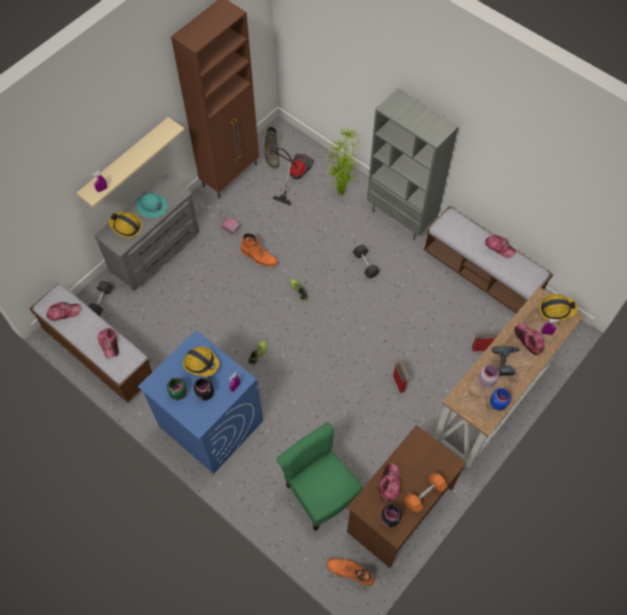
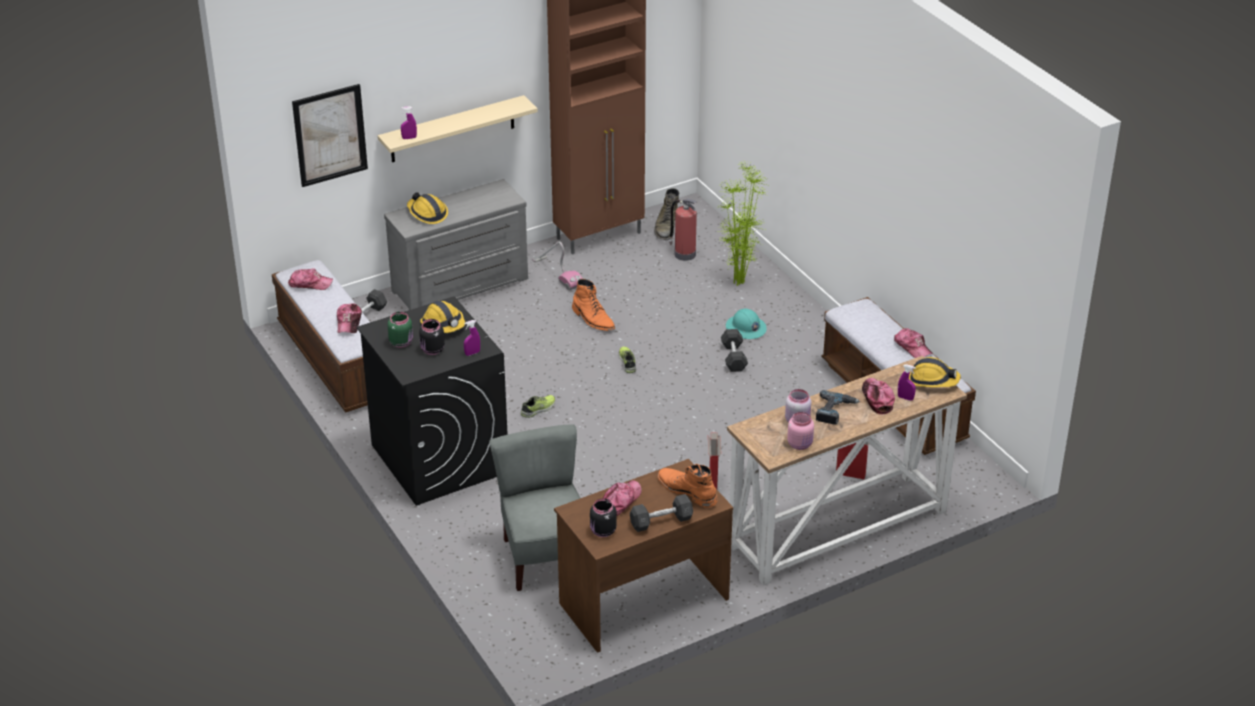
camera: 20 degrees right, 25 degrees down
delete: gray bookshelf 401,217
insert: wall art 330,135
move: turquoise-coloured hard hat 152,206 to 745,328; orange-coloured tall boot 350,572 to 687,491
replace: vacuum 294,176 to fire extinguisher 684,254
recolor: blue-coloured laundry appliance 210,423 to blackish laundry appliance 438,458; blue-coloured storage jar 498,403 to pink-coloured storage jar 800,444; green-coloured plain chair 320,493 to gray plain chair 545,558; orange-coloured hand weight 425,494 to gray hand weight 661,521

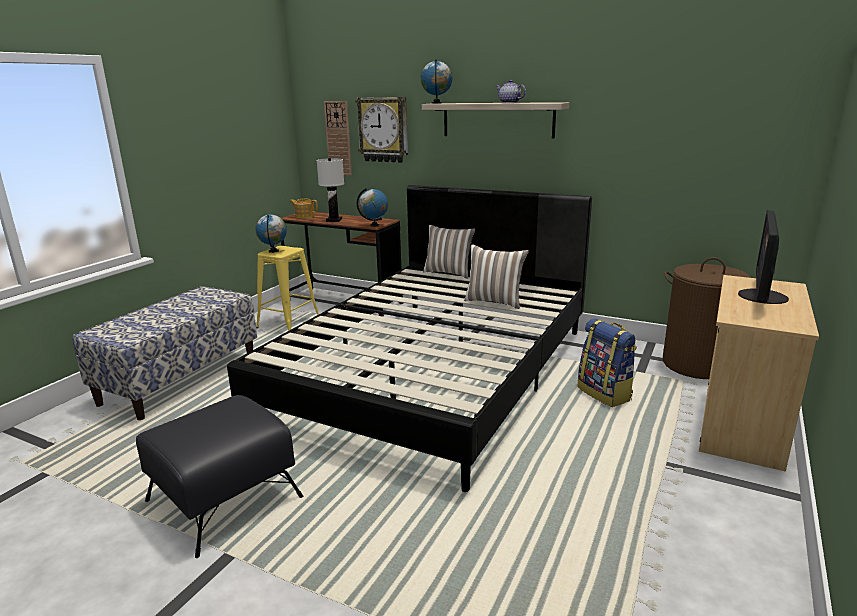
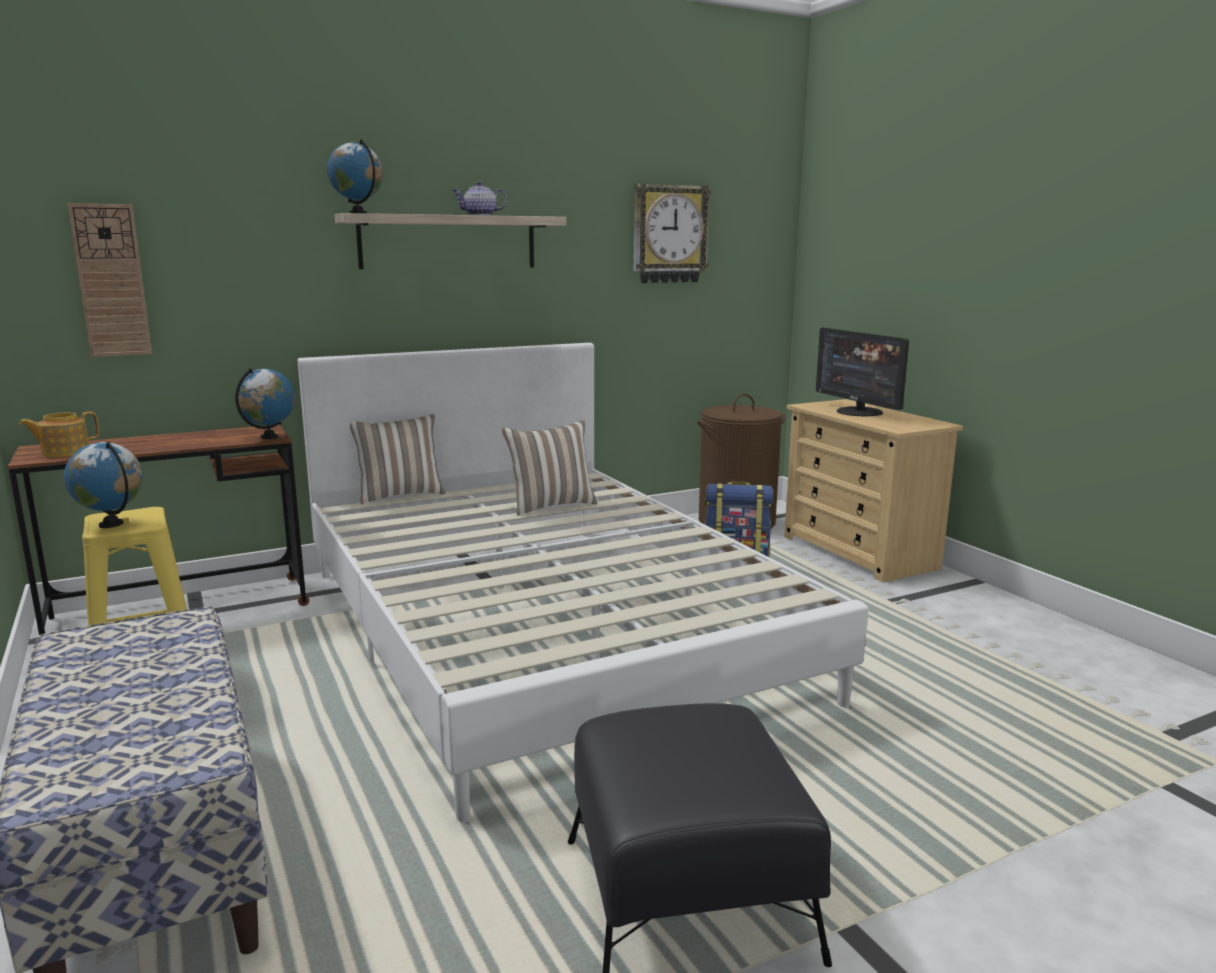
camera: 55 degrees left, 5 degrees down
delete: white table lamp 334,220
move: wall clock 383,129 to 669,234
recolor: blackish bedroom bed 434,371 to white bedroom bed 544,629

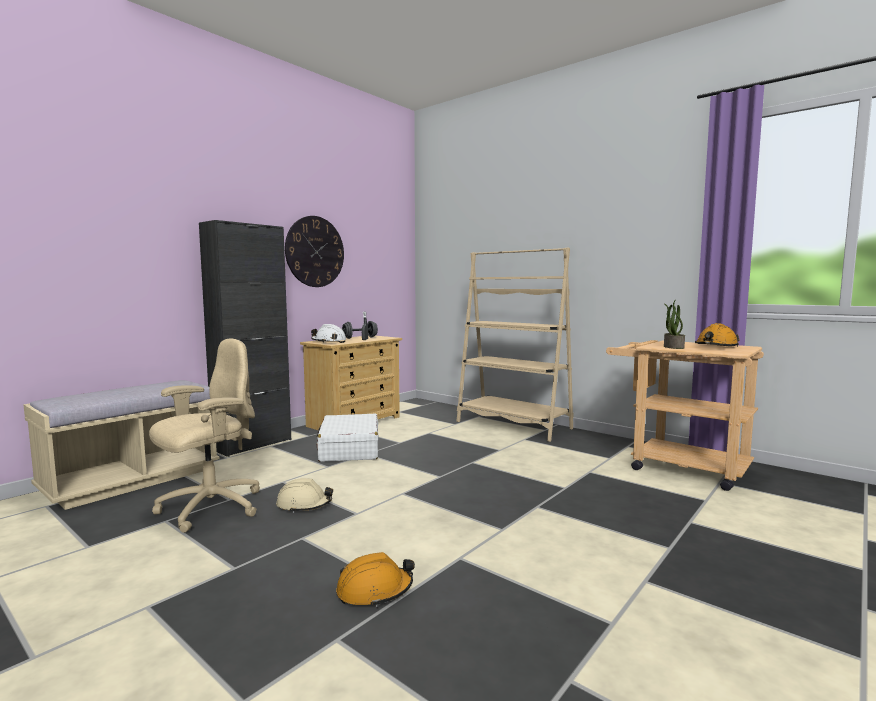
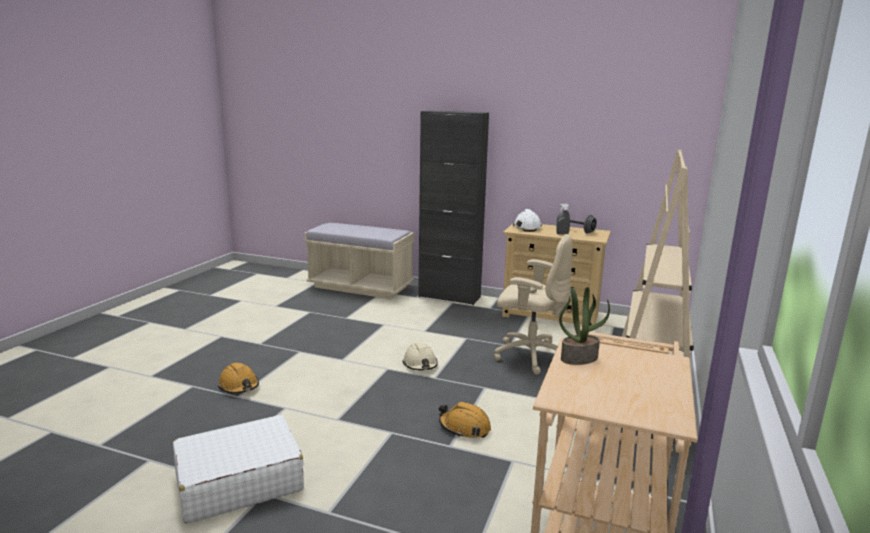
camera: 70 degrees right, 10 degrees up
delete: wall clock 315,251
move: orange-coloured hard hat 716,347 to 464,428; beige-coloured computer chair 209,508 to 529,355; white piece of luggage 349,449 to 238,482; beige-coloured hard hat 304,505 to 420,364

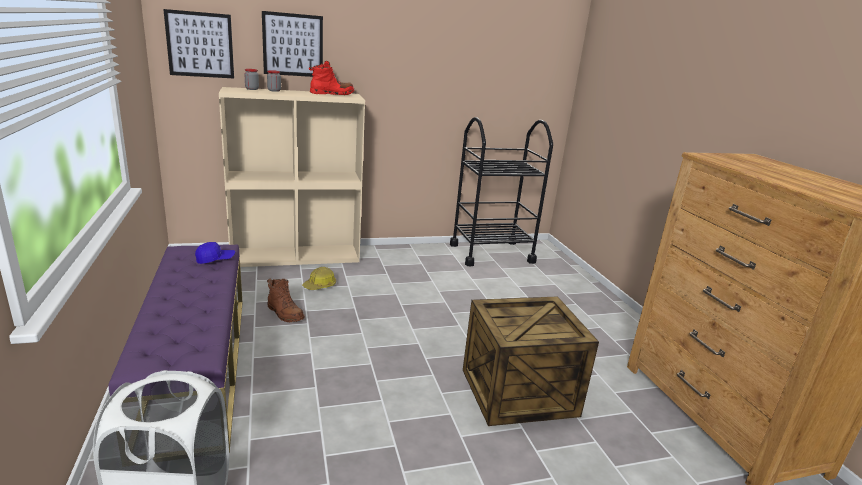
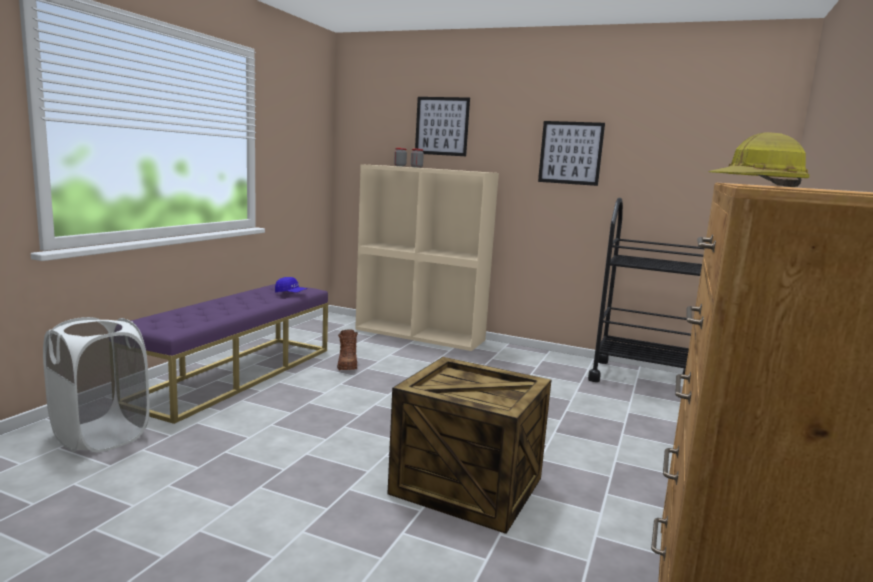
camera: 40 degrees right, 10 degrees down
delete: reddish tall boot 332,94
move: wall art 200,44 to 570,153; hard hat 320,285 to 758,185

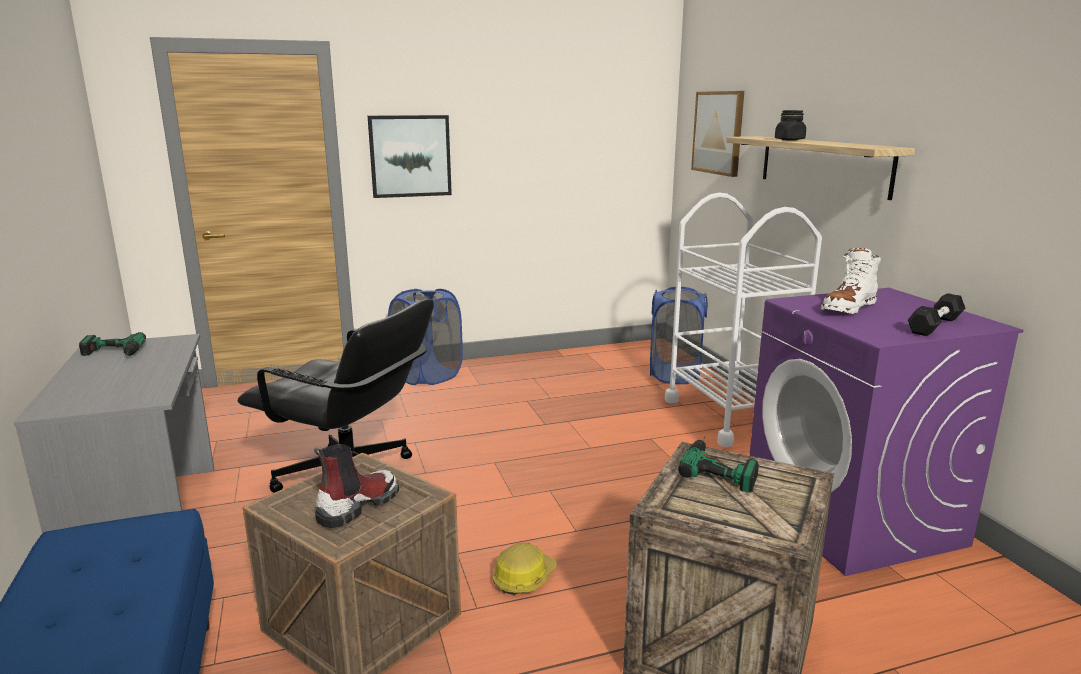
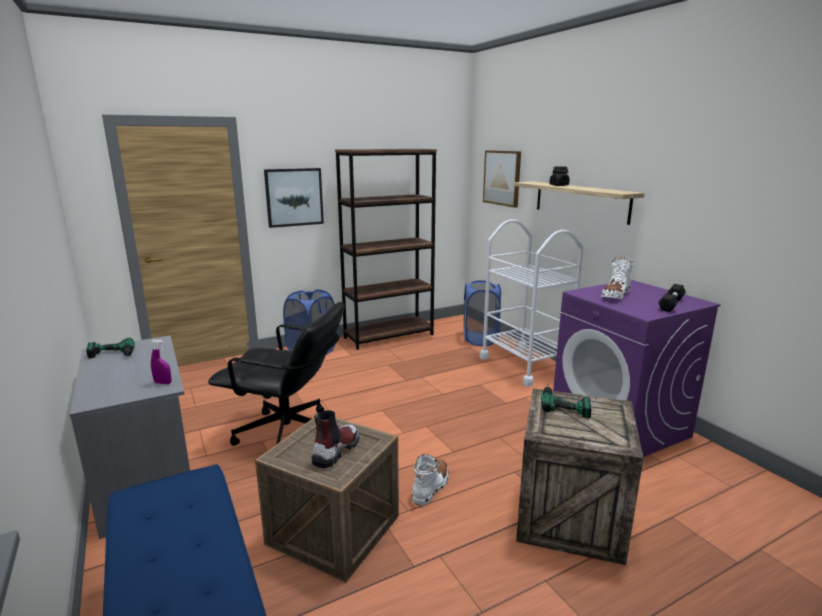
camera: 10 degrees left, 0 degrees up
insert: brown bookshelf 389,336; purplish hand sprayer 163,383
replace: hard hat 523,578 to white tall boot 431,487

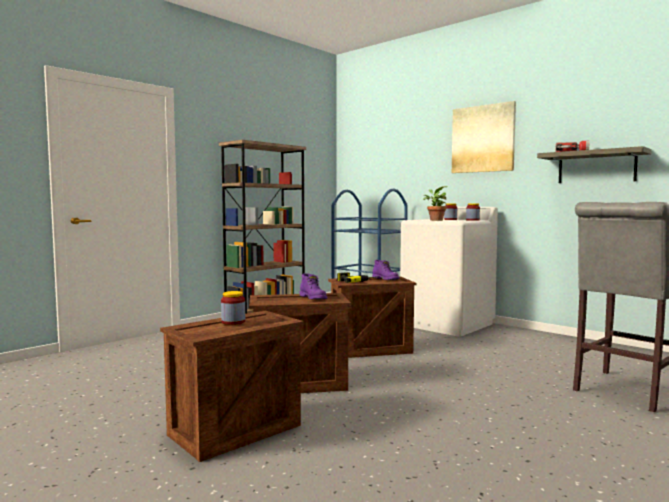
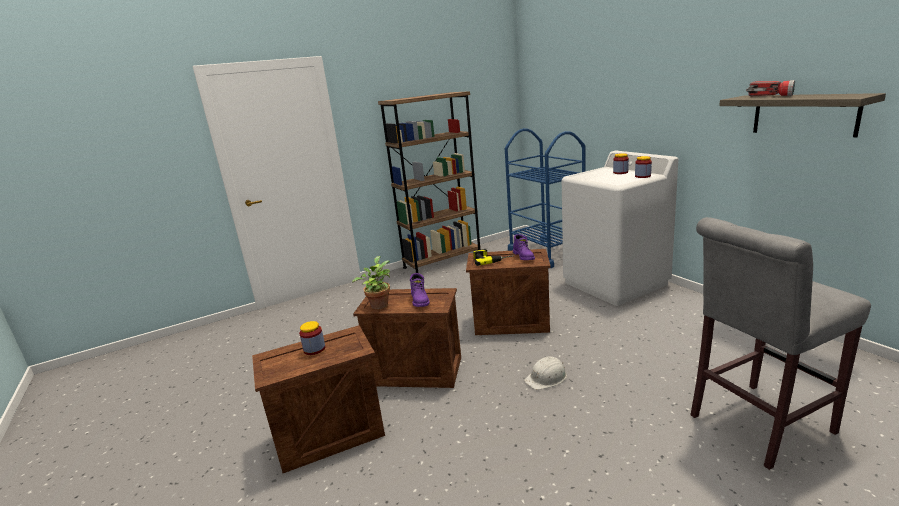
camera: 20 degrees right, 15 degrees up
delete: wall art 483,139
insert: white hard hat 546,378
move: houseplant 435,220 to 379,304

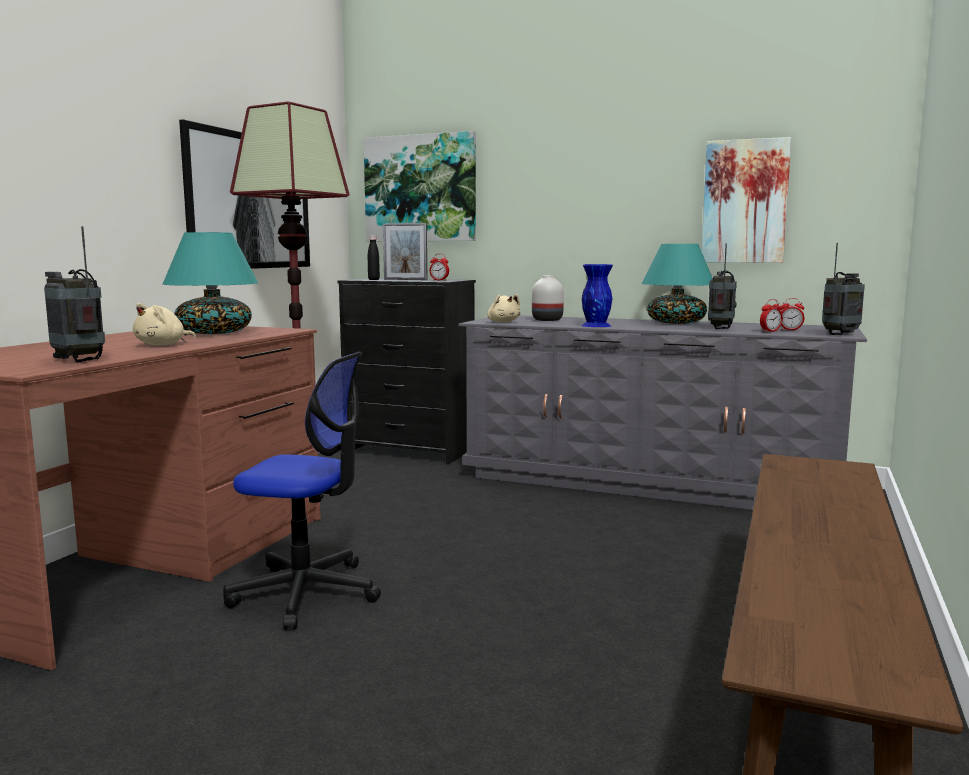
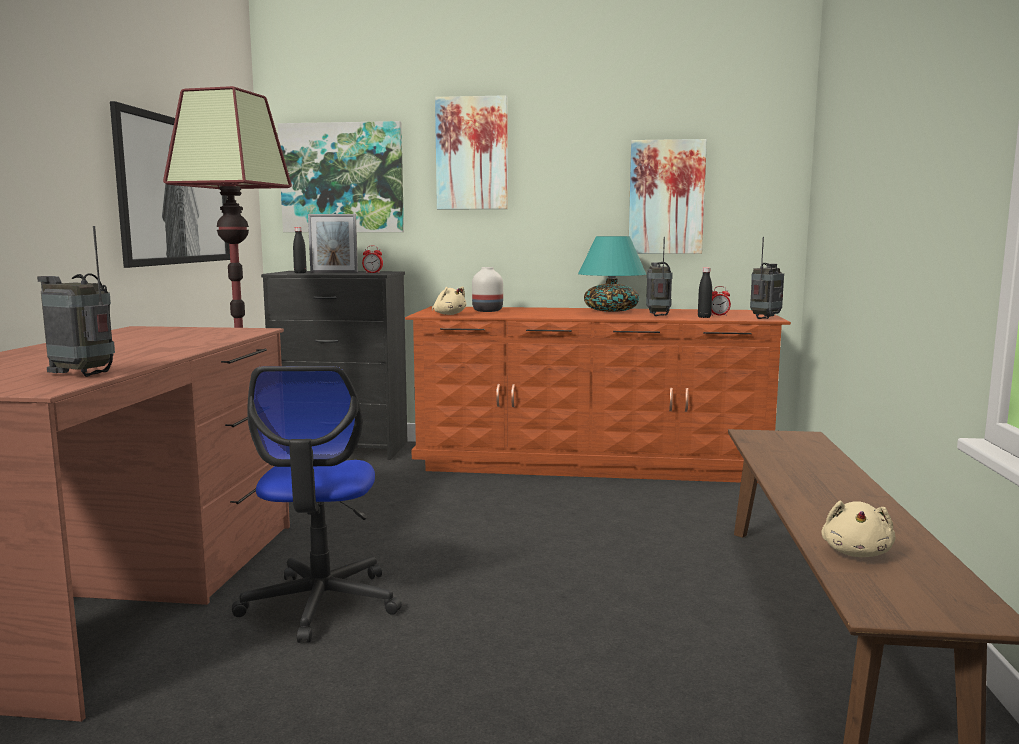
camera: 15 degrees left, 0 degrees up
delete: turquoise-coloured table lamp 214,333; blue-coloured flower vase 596,325
insert: wall art 472,153
move: beige-coloured plush toy 163,345 to 856,552
replace: table clock 770,331 to blackish bottle 704,317
recolor: gray drawer chest 647,481 to brown drawer chest 590,462
rotate: computer chair 306,593 = 321,604 90 degrees clockwise

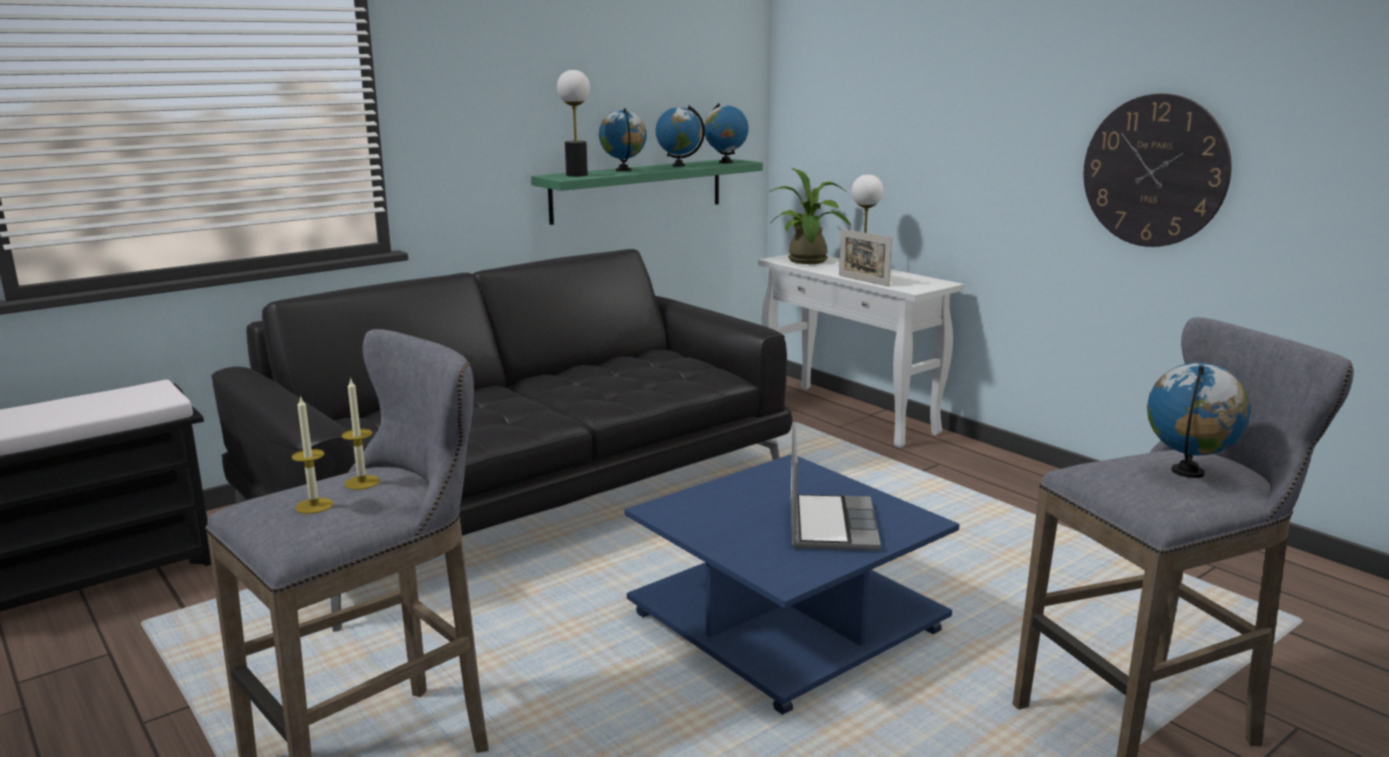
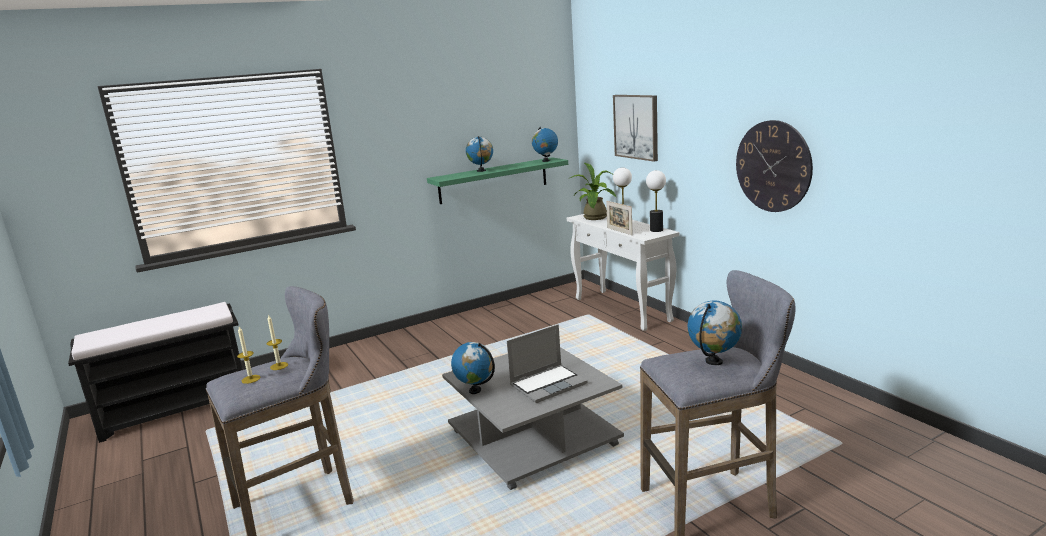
camera: 10 degrees right, 0 degrees up
delete: blackish sofa 527,496
insert: wall art 636,126
move: table lamp 577,175 to 656,230; globe 679,165 to 475,390
recolor: blue-coloured low table 786,622 to gray low table 534,437
rotate: portable computer 830,524 = 548,384 45 degrees clockwise

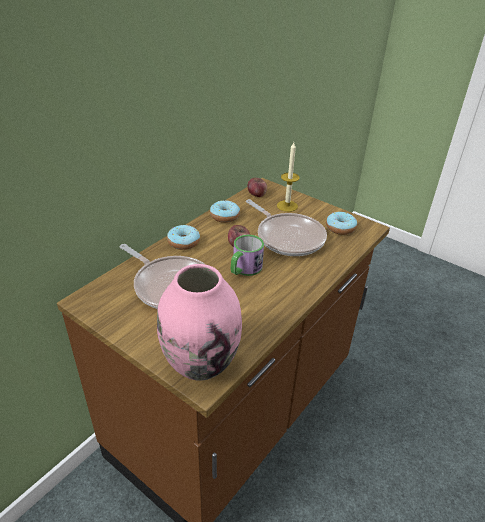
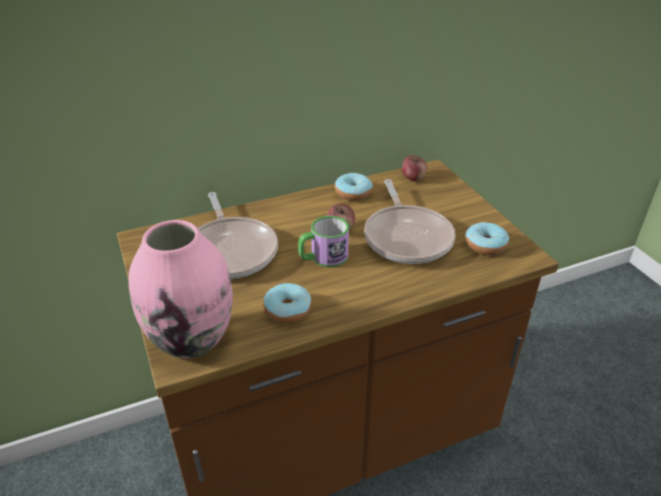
camera: 30 degrees right, 0 degrees up
delete: candle 287,206
move: donut 183,242 to 288,310

